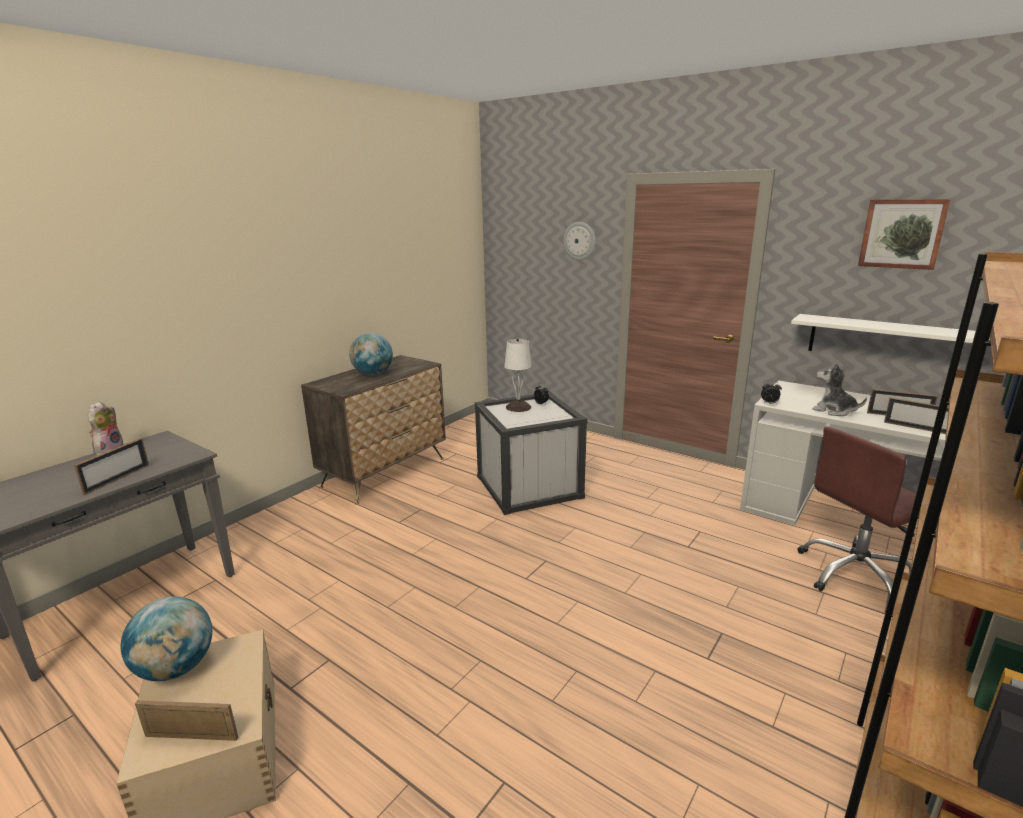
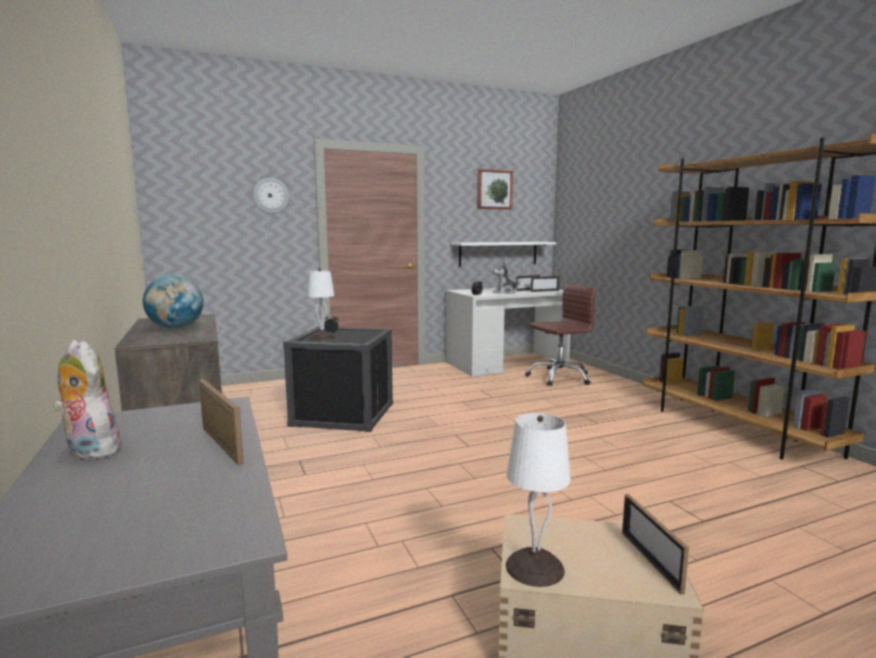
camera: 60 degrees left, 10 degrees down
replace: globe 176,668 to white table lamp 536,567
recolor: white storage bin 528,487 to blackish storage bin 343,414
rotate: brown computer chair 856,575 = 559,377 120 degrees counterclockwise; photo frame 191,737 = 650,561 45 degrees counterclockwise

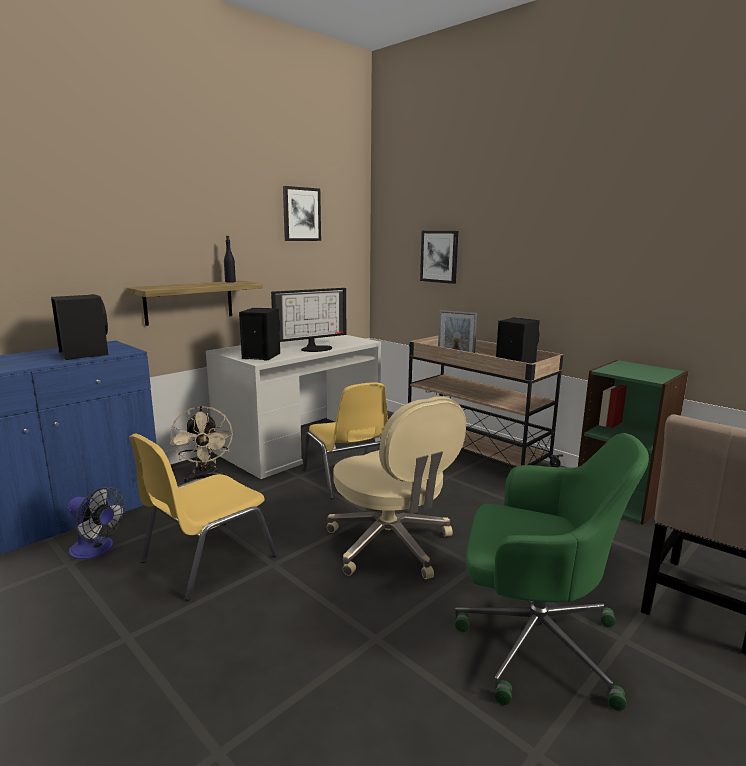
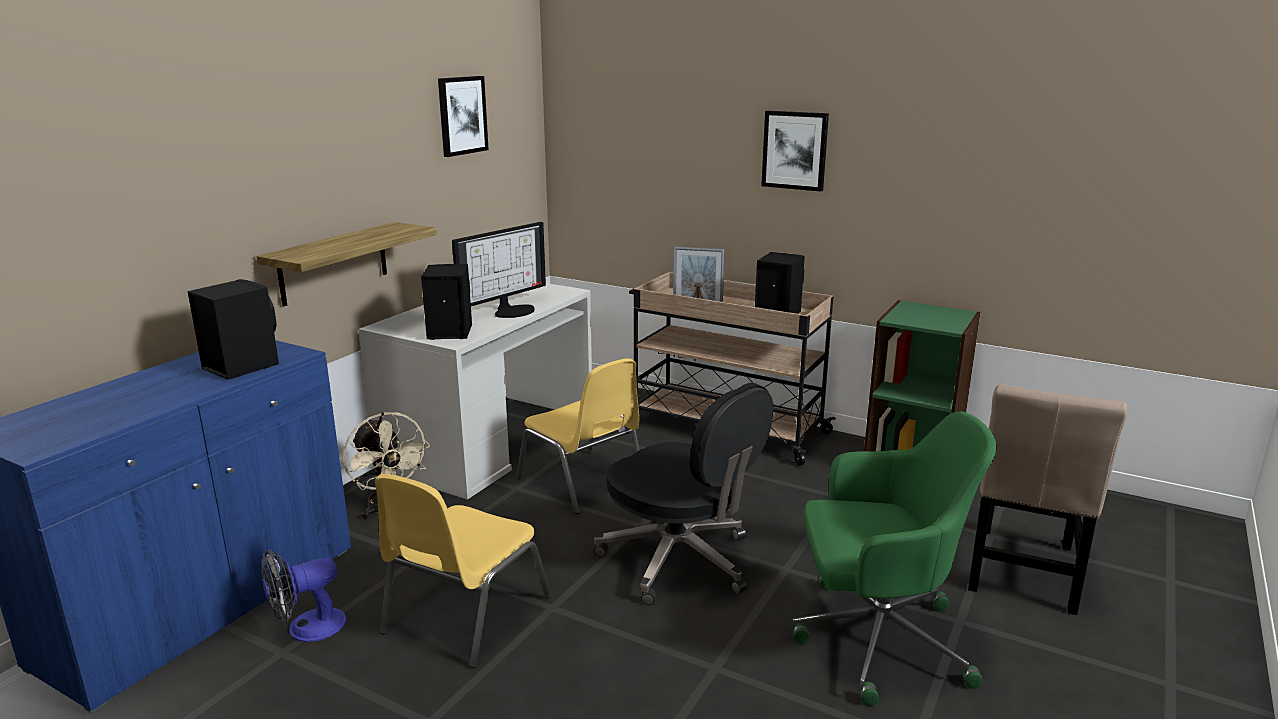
camera: 15 degrees left, 5 degrees up
delete: blackish bottle 230,282
move: wall art 439,256 to 795,150
recolor: beige-coloured computer chair 391,545 to blackish computer chair 680,561
rotate: electric fan 96,550 = 307,629 135 degrees clockwise

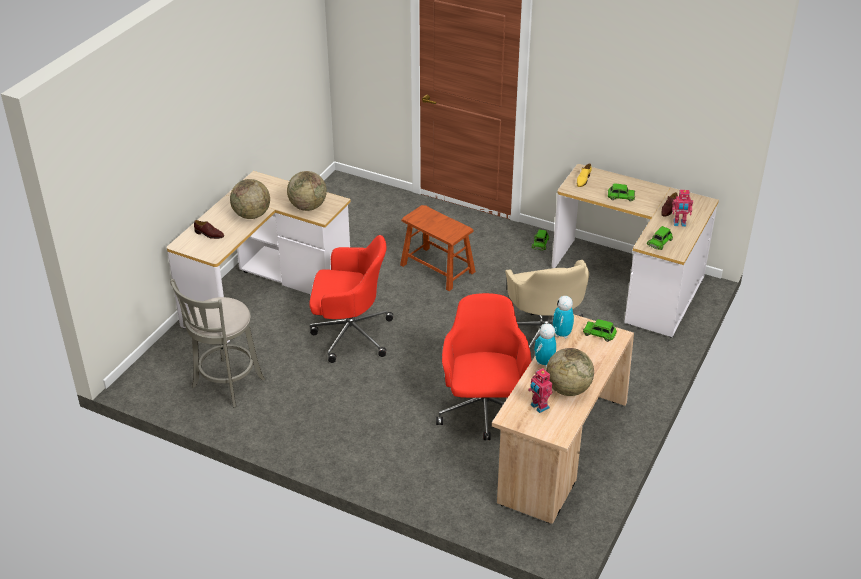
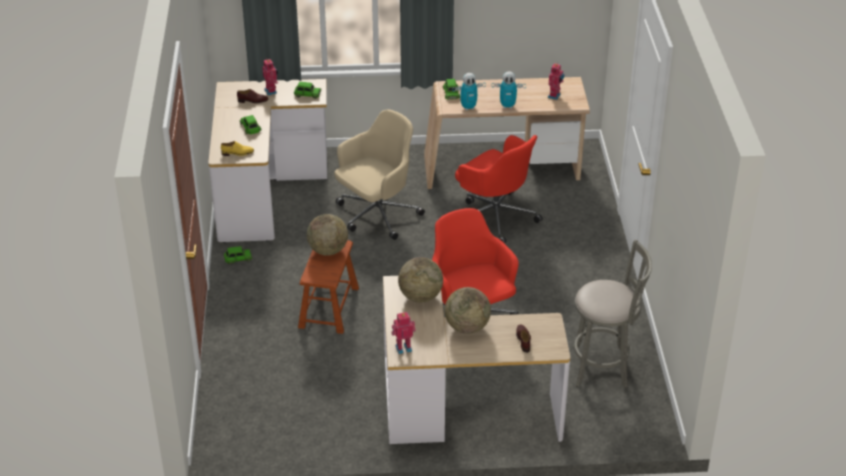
camera: 120 degrees left, 0 degrees up
insert: model robot 403,347
move: globe 568,389 to 328,250
rotate: reddish computer chair 483,411 = 495,216 105 degrees counterclockwise

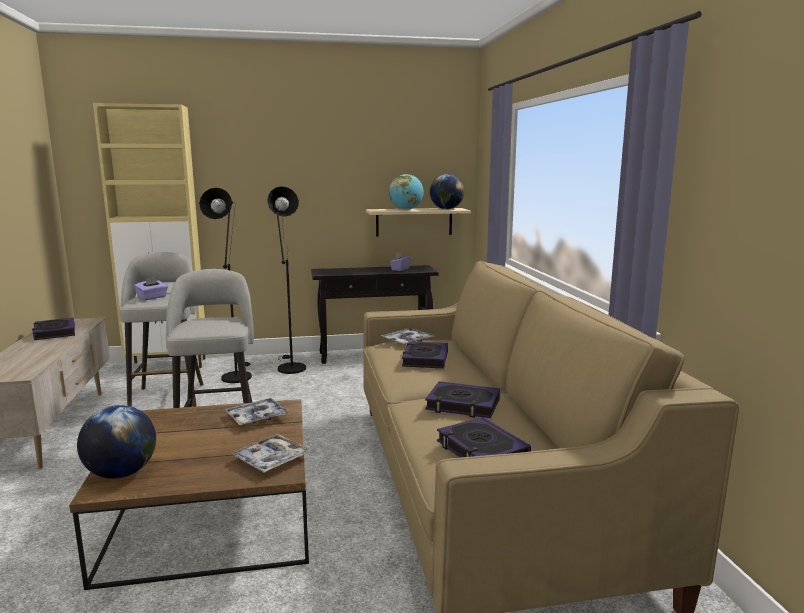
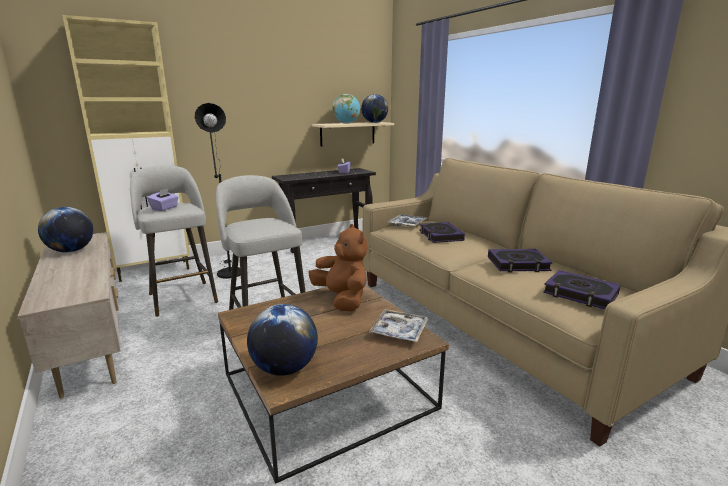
camera: 20 degrees left, 5 degrees up
delete: blackish standard lamp 289,367
replace: bound book 54,333 to globe 71,251; carrying tray 257,417 to brown plush toy 342,299

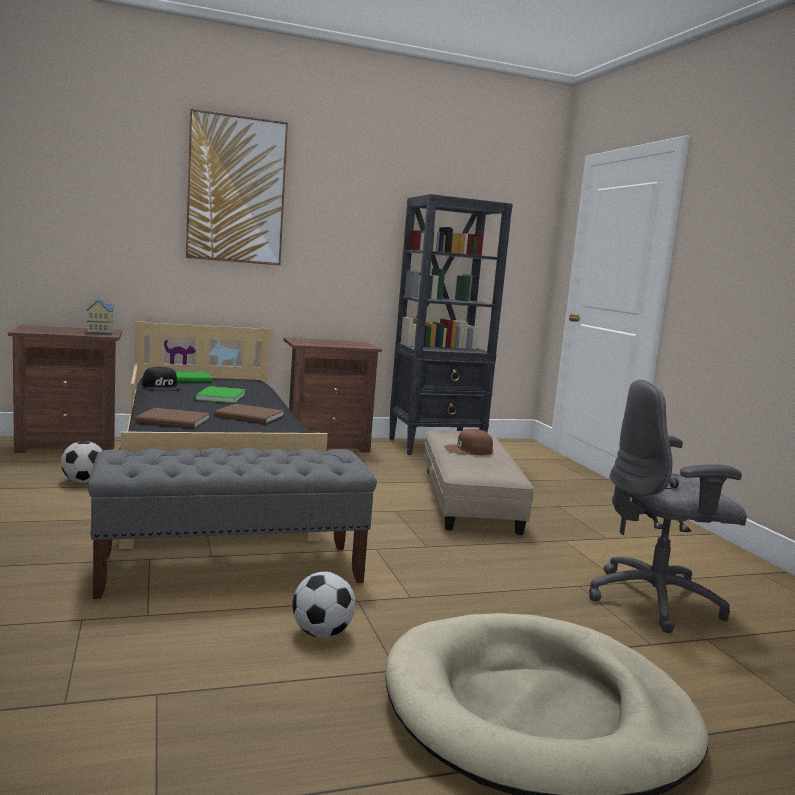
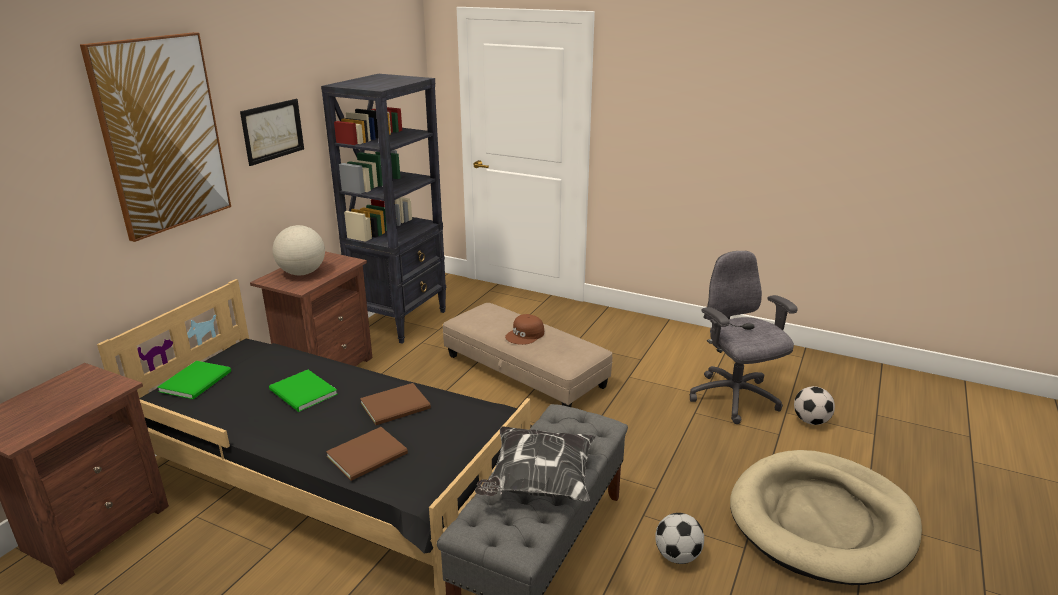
camera: 45 degrees left, 15 degrees up
delete: miniature house 101,331; blackish baseball cap 162,387
insert: wall art 273,131; globe 302,273; throw pillow 538,483
move: ball for football 83,481 to 811,421
rotate: gray computer chair 656,601 = 734,399 120 degrees clockwise

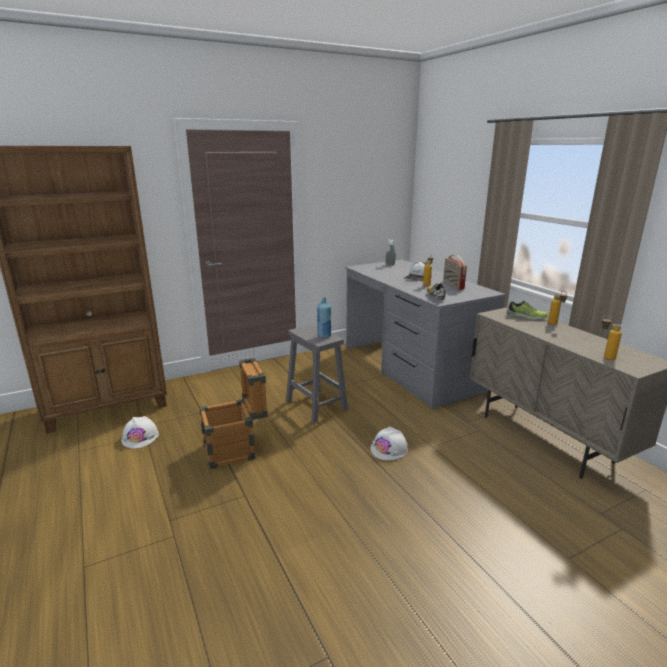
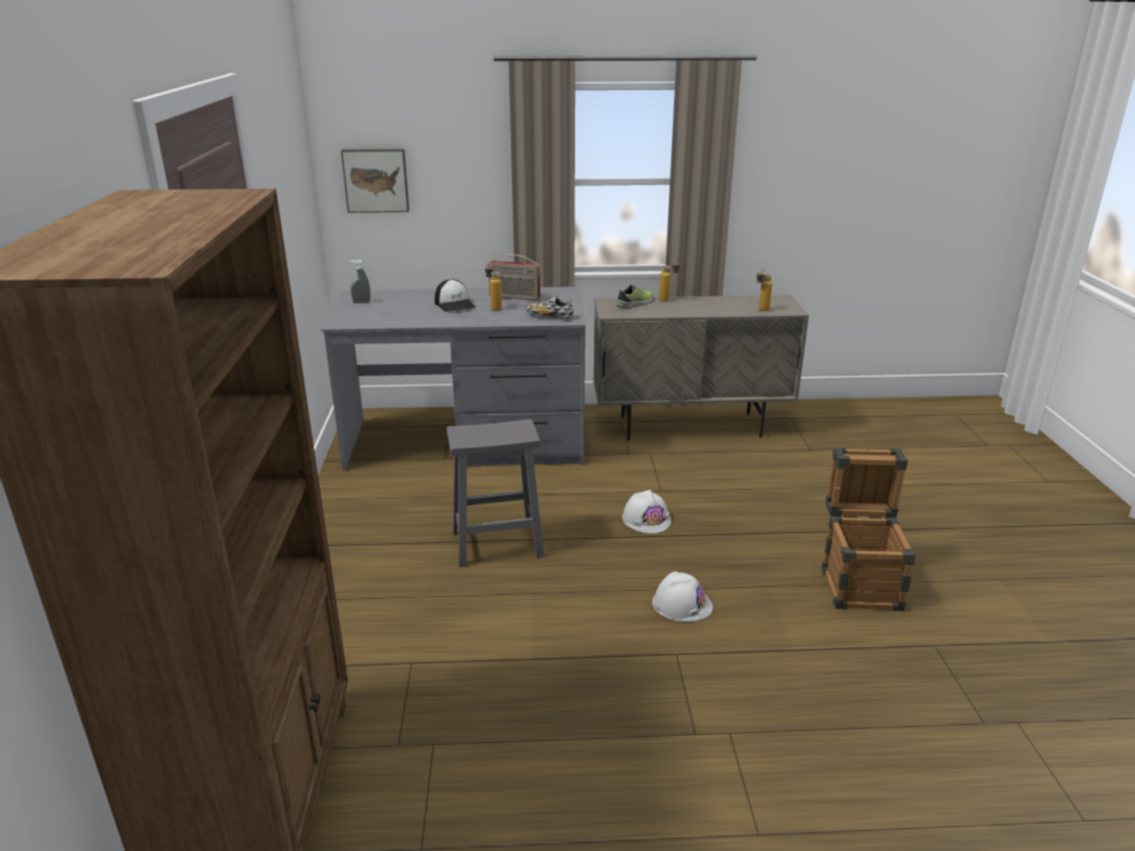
camera: 65 degrees left, 5 degrees up
delete: blue-coloured bottle 324,336
insert: wall art 376,180
move: packing crate 237,450 to 859,582; white hard hat 140,437 to 682,604

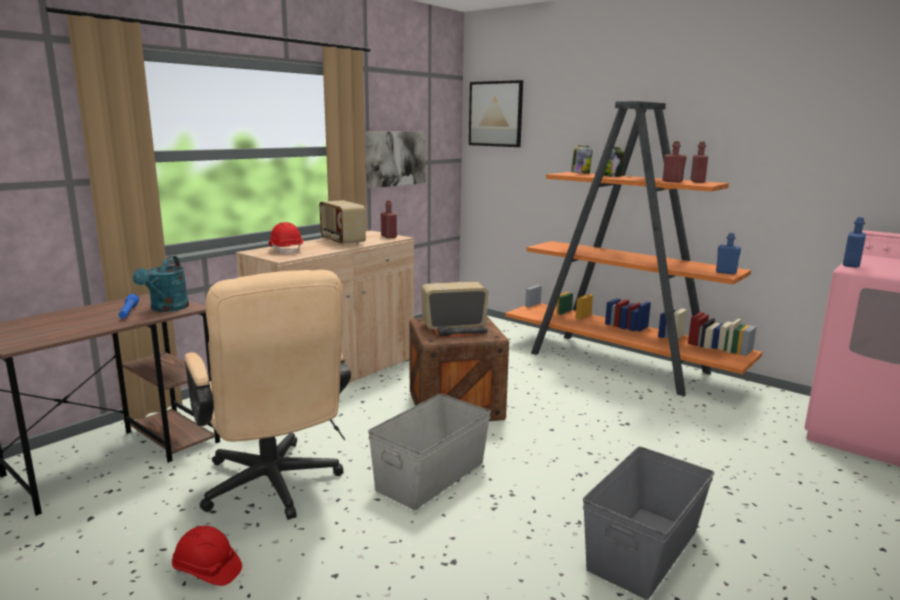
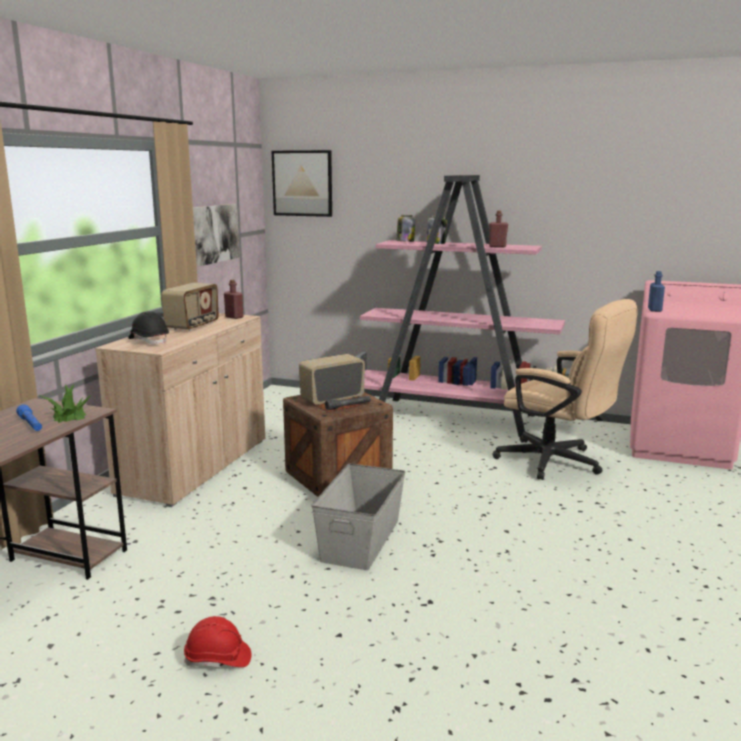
camera: 20 degrees left, 0 degrees up
delete: reddish bottle 697,182; blue-coloured bottle 726,272; gray storage bin 642,549
move: beige-coloured computer chair 274,488 to 558,463
replace: turquoise-coloured watering can 167,309 to houseplant 69,415
recolor: orange-coloured bookshelf 620,364 to pink-coloured bookshelf 457,417; reddish hard hat 286,250 to blackish hard hat 149,341
rotate: radio set 342,241 = 193,326 105 degrees counterclockwise

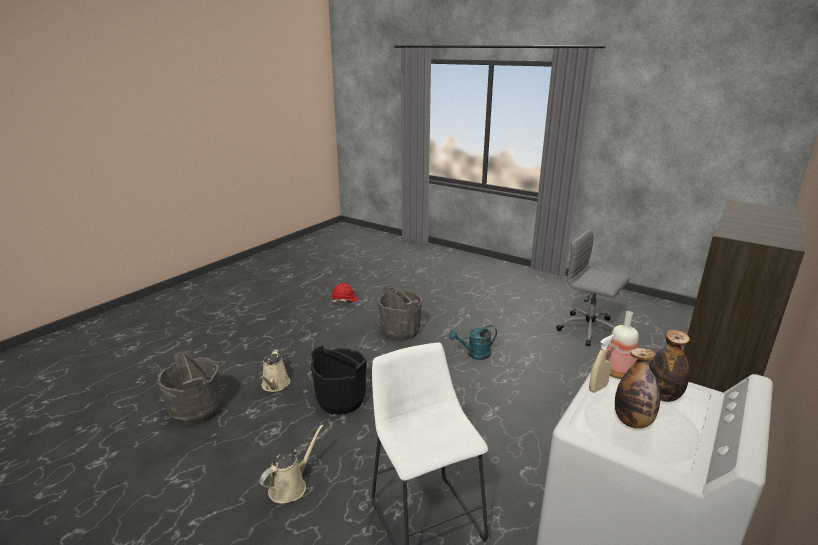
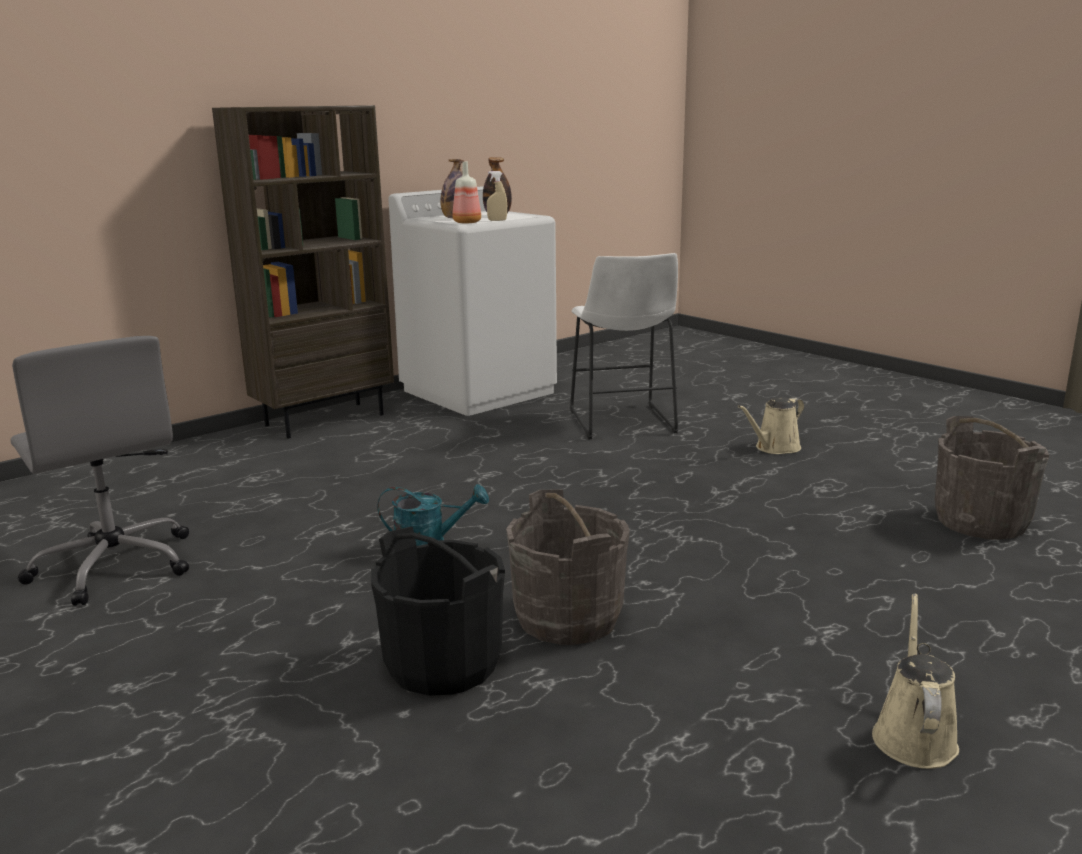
camera: 165 degrees left, 5 degrees down
delete: reddish hard hat 344,300
move: blackish pail 341,400 to 443,664; beige-coloured watering can 275,385 to 913,735

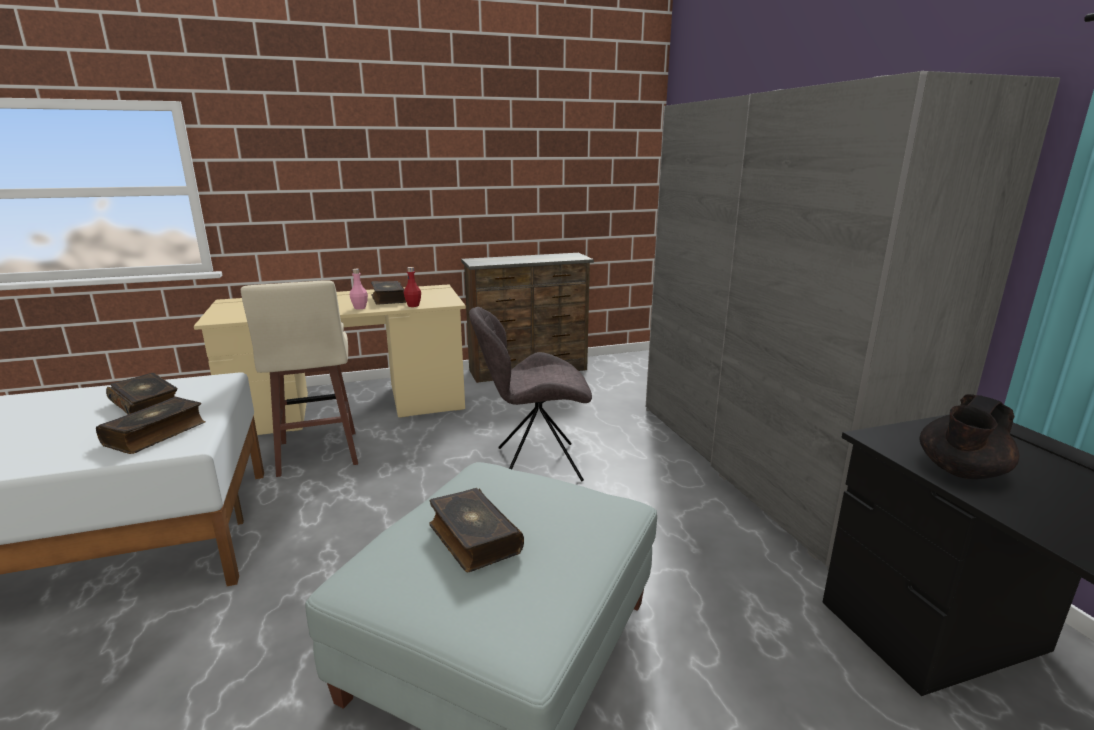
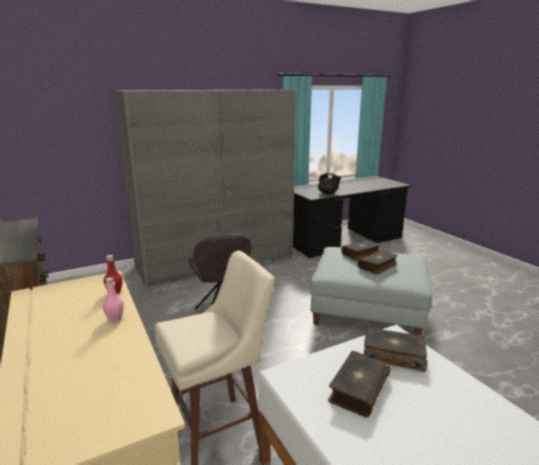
camera: 100 degrees left, 0 degrees up
move: bound book 388,299 to 361,254

